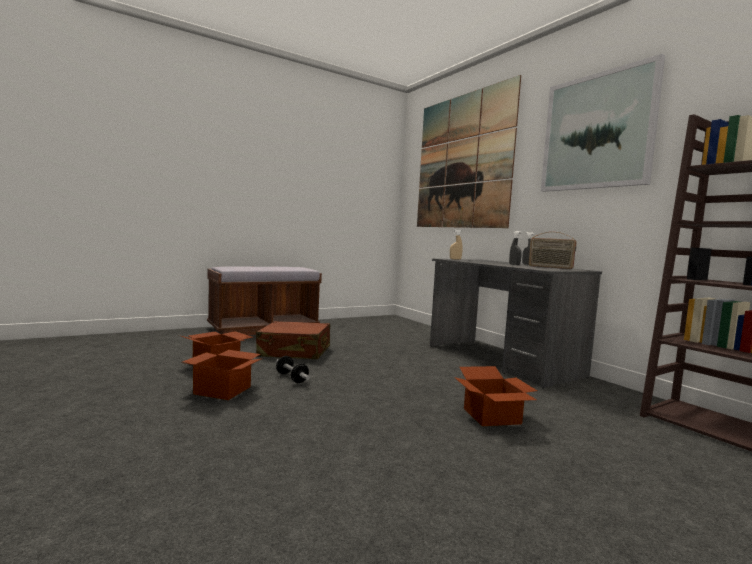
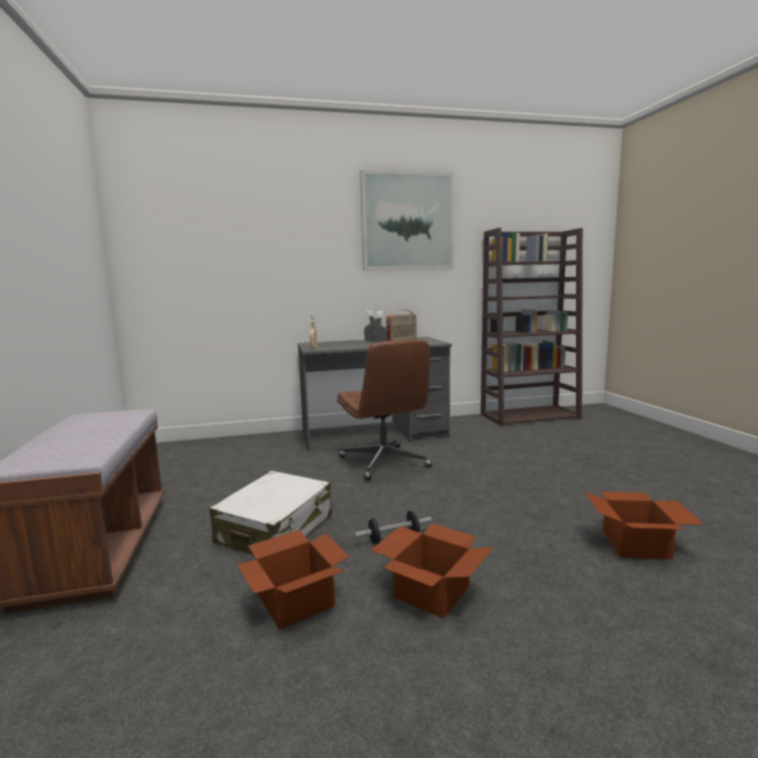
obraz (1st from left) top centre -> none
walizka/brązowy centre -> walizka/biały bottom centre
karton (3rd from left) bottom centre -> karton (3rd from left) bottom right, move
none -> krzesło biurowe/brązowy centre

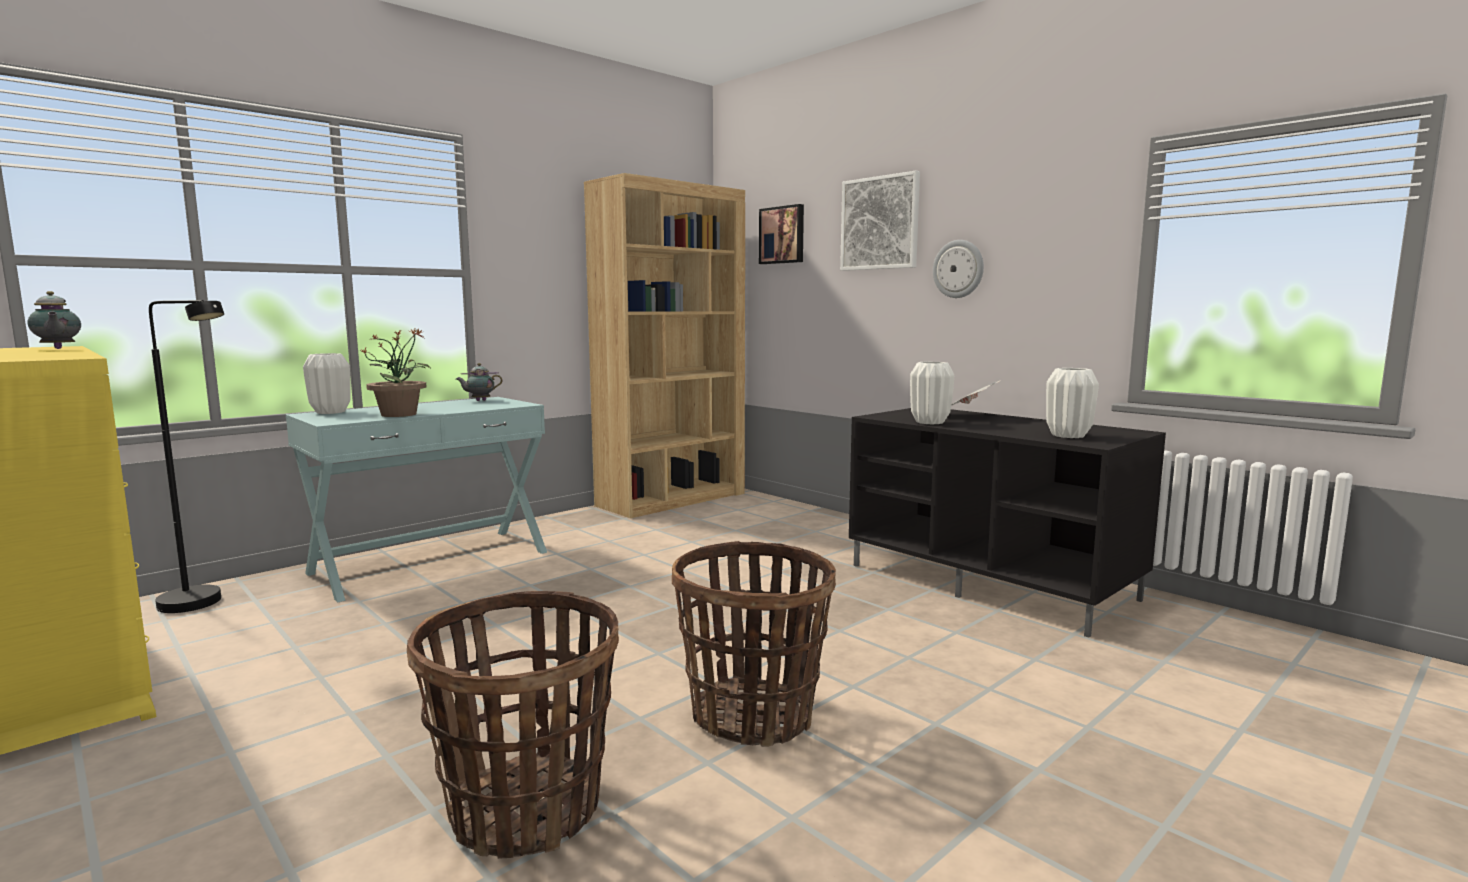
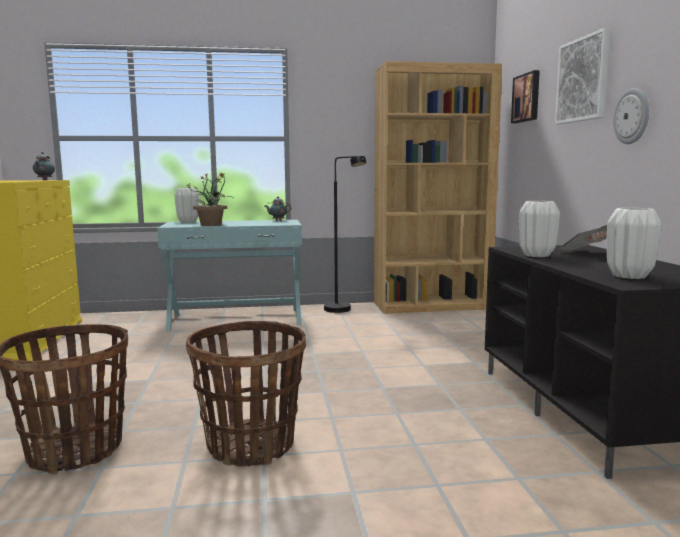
lampa stojąca/czarny middle left -> lampa stojąca/czarny centre, move

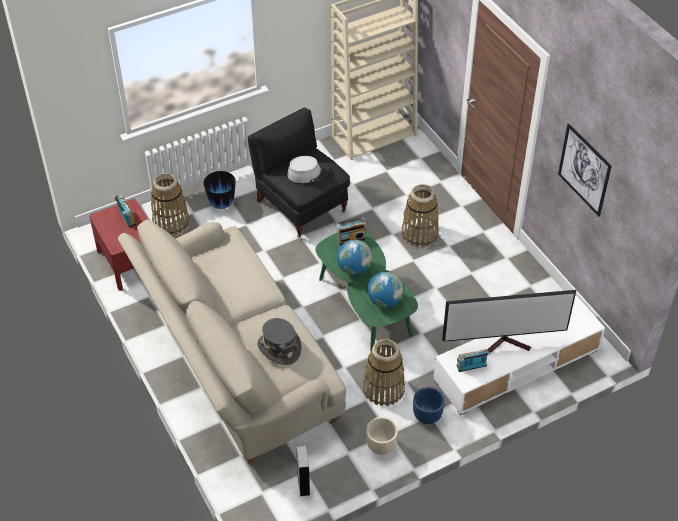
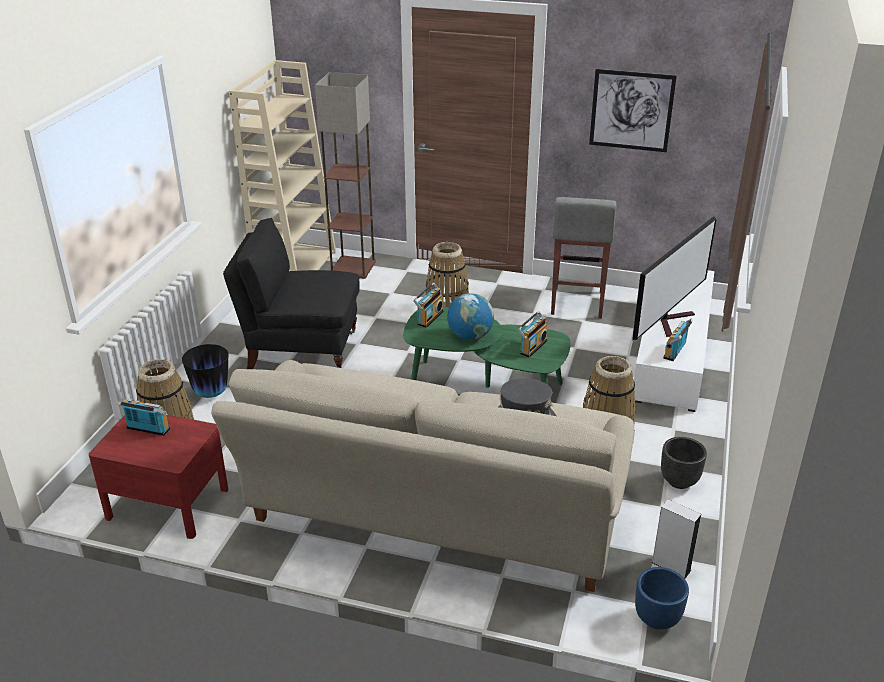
kapelusz/szary (2nd from left) top centre -> none
globus (2nd from left) centre -> radio (3rd from left) centre
donica/niebieski bottom centre -> donica/niebieski bottom right, move
donica/beżowy bottom centre -> donica/czarny bottom right
none -> lampa stojąca top centre
none -> stołek/szary centre

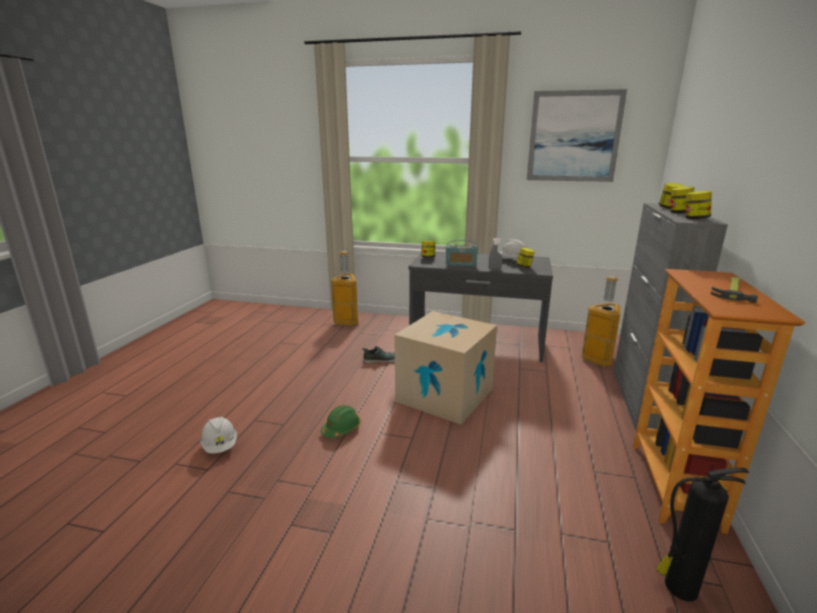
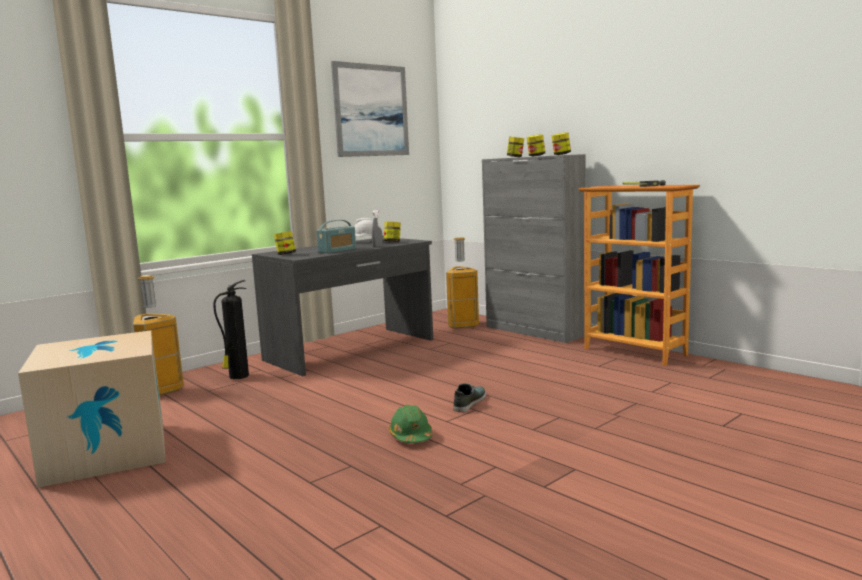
karton centre -> karton bottom left, move
but centre -> but bottom centre, move
kask/biały (1st from left) bottom left -> none
gaśnica bottom right -> gaśnica middle left, move

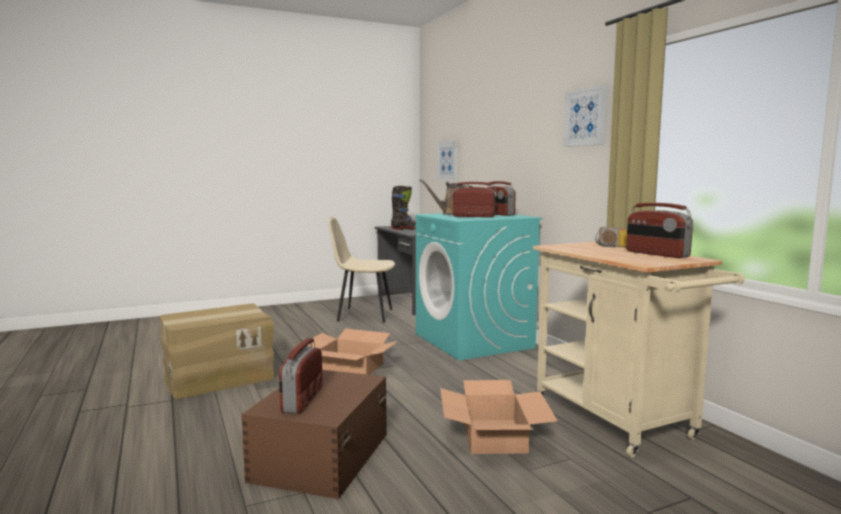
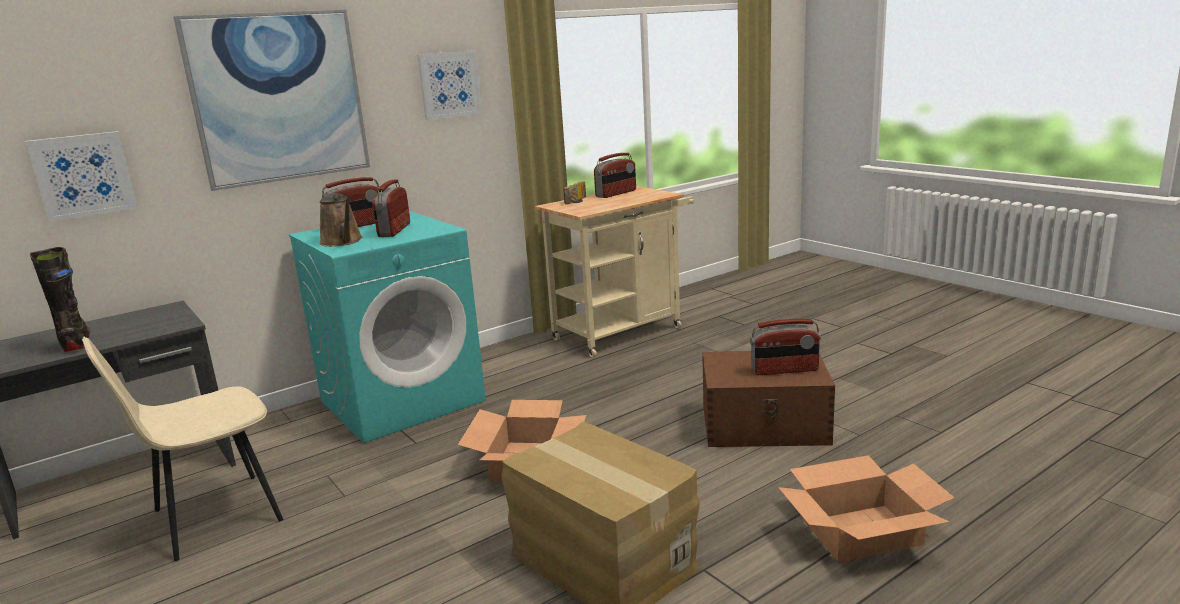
krzesło/beżowy centre -> krzesło/beżowy bottom left, 60 degrees clockwise
karton (3rd from left) bottom centre -> karton (3rd from left) bottom right, move
none -> obraz (2nd from left) top left

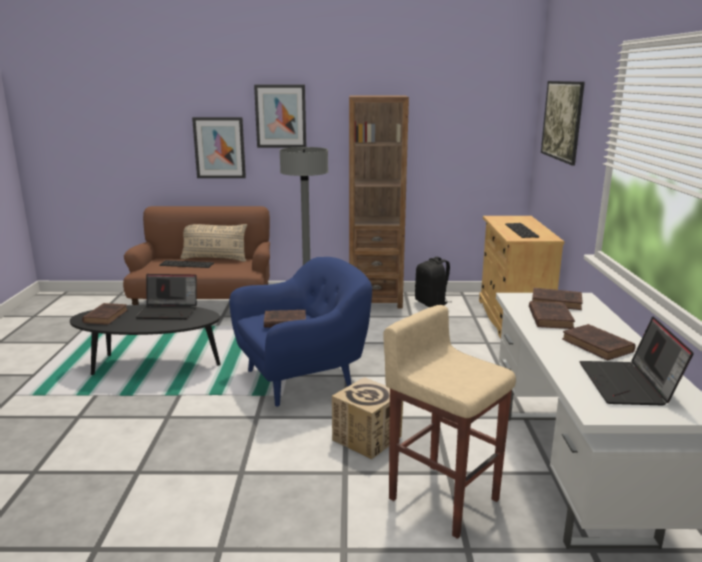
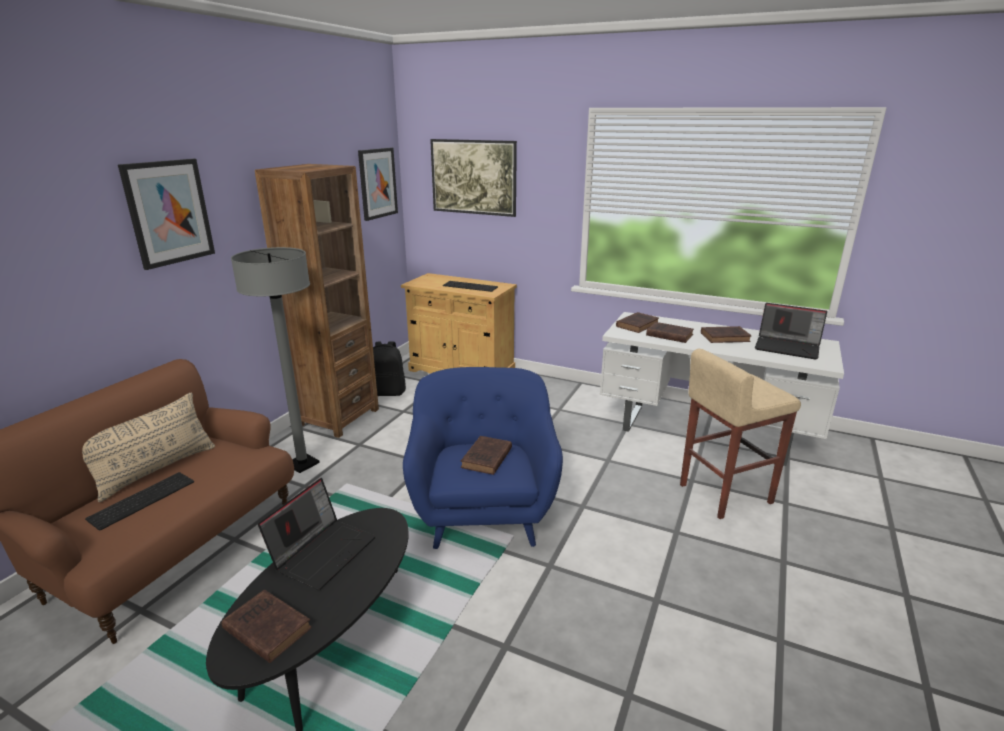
obraz (1st from left in the first image) top left -> obraz (2nd from left) top centre, move
karton bottom centre -> none

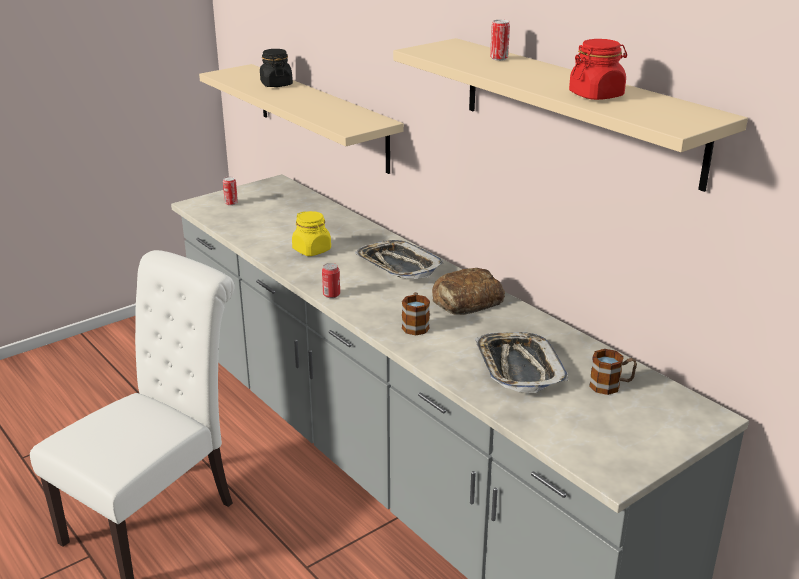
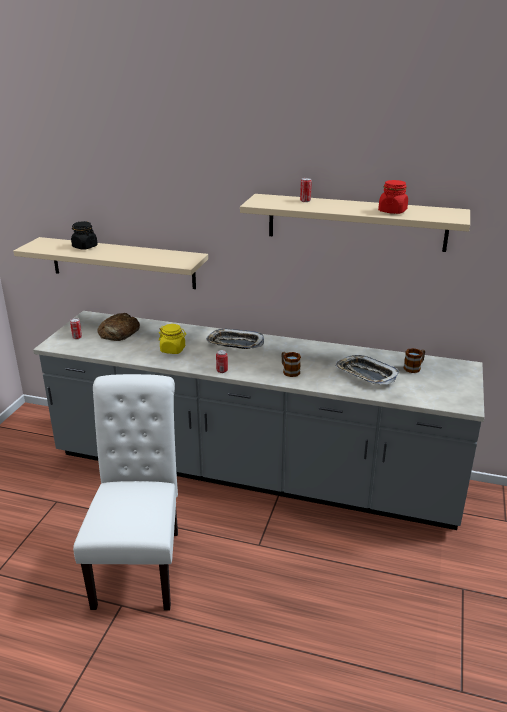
chleb centre -> chleb middle left, move

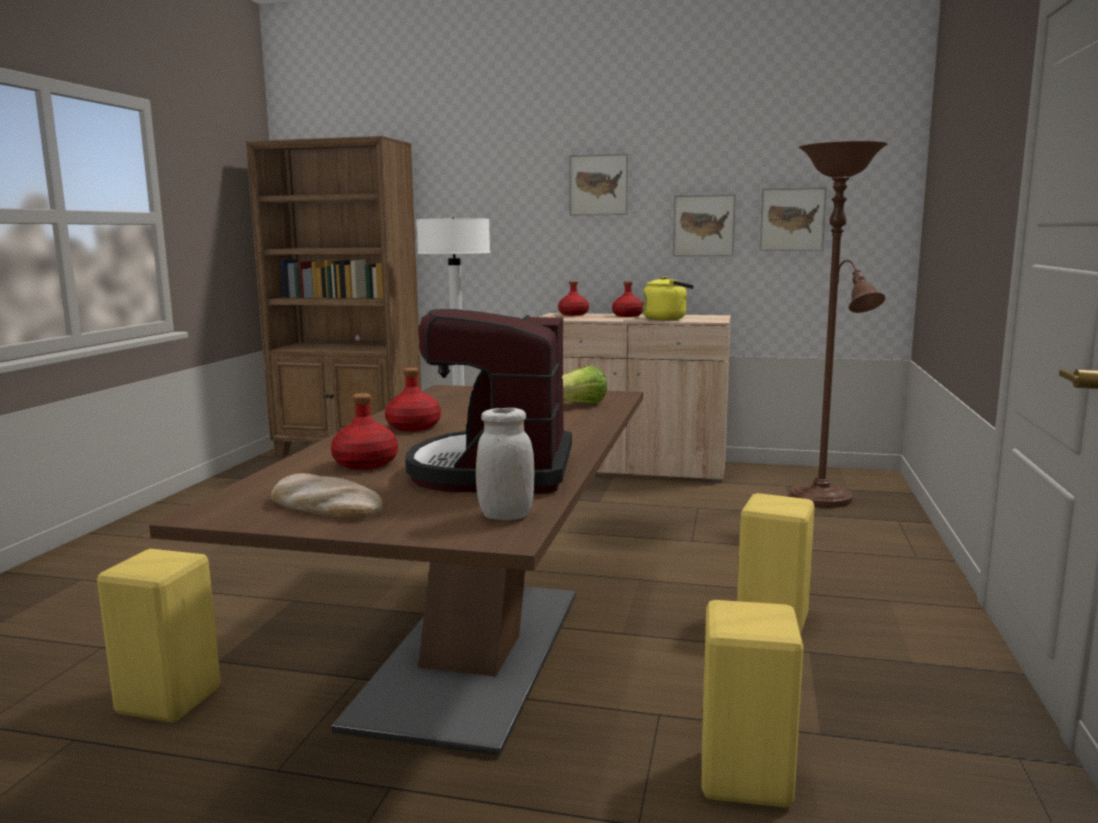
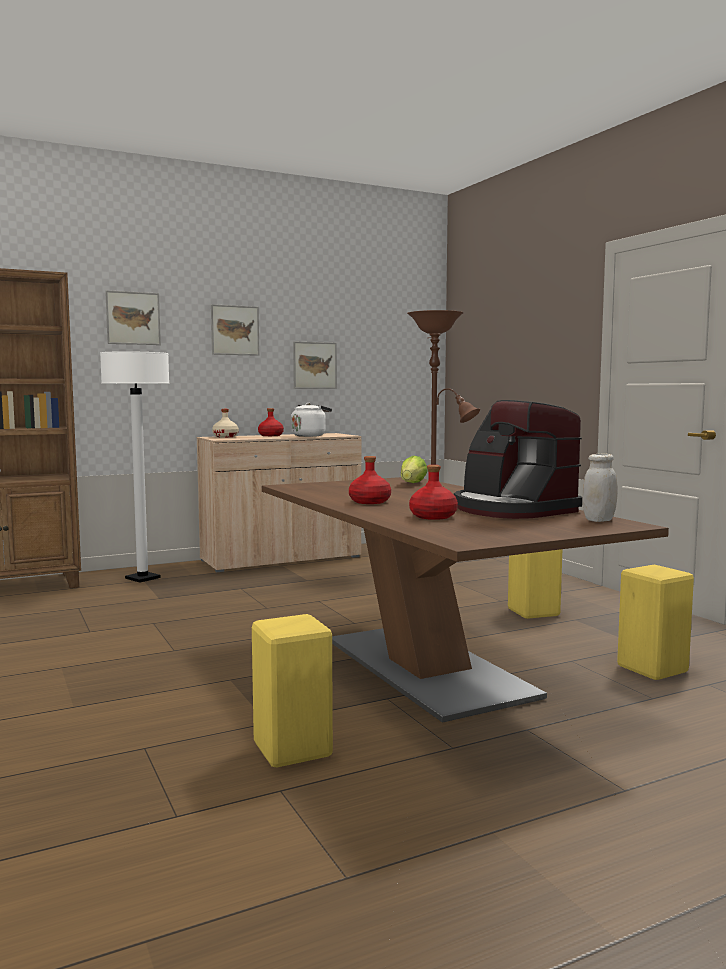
obraz (3rd from left in the first image) top right -> obraz (1st from left) top left, move
czajnik/żółty centre -> czajnik/biały centre
butelka/czerwony (3rd from left) centre -> butelka/beżowy middle left
chleb middle left -> none

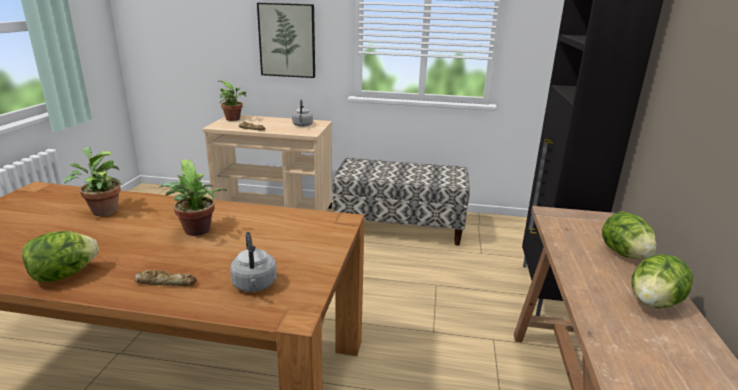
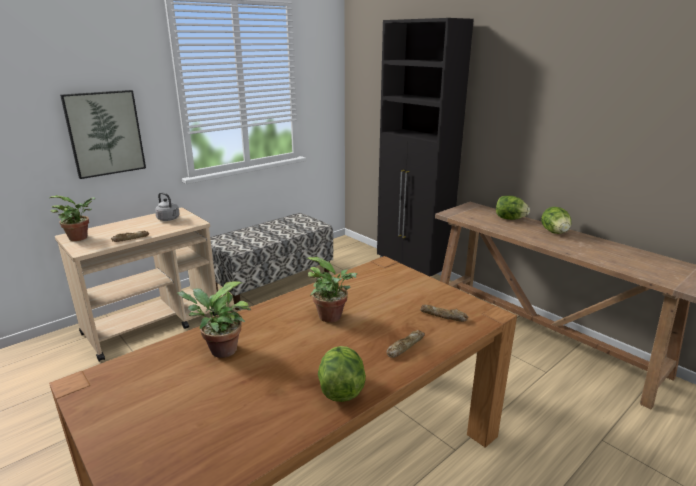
czajnik/szary (1st from left) bottom centre -> chleb (3rd from left) centre

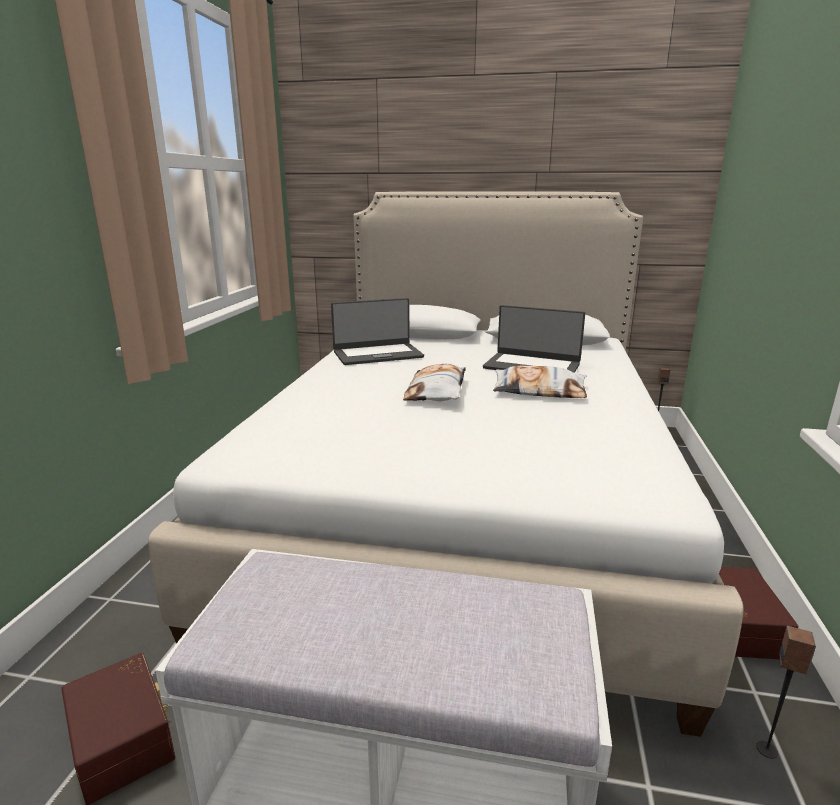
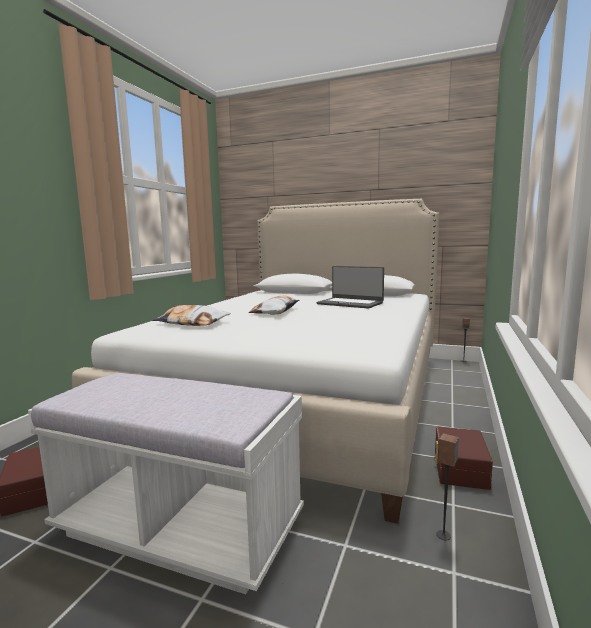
laptop (1st from left) centre -> none
poduszka (2nd from left in the first image) centre -> poduszka (1st from left) middle left, move

